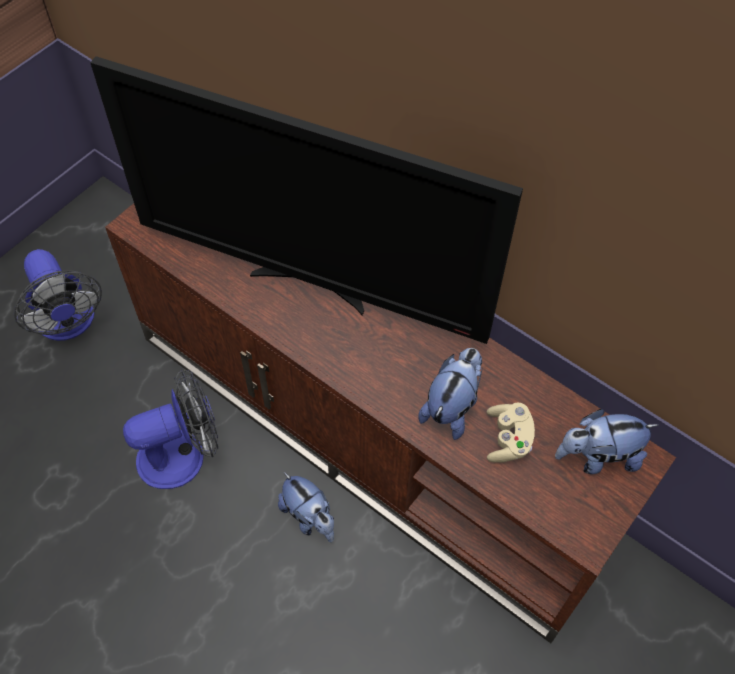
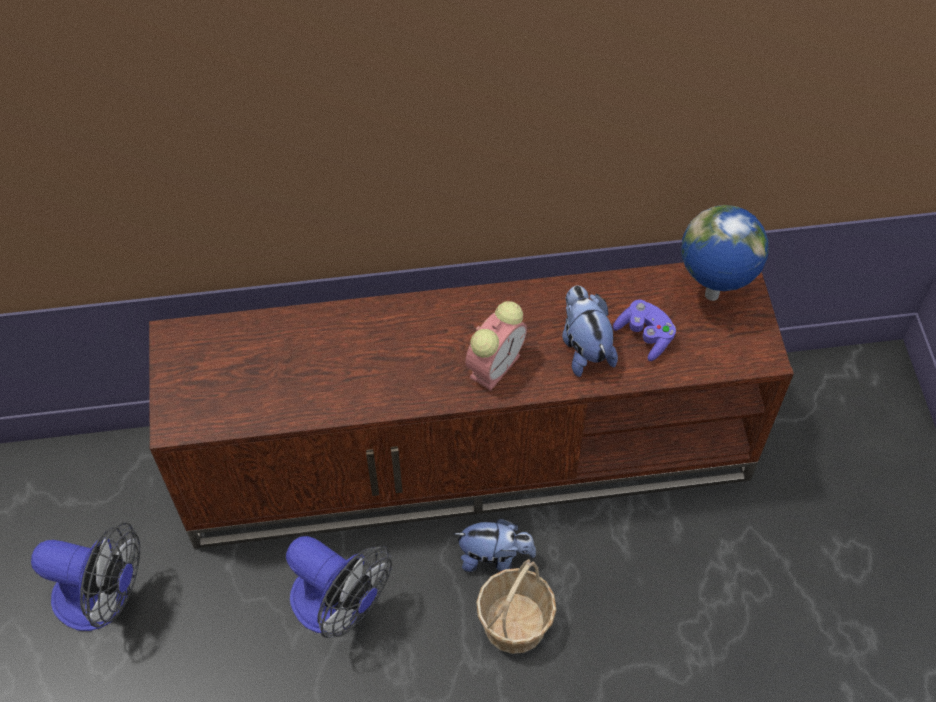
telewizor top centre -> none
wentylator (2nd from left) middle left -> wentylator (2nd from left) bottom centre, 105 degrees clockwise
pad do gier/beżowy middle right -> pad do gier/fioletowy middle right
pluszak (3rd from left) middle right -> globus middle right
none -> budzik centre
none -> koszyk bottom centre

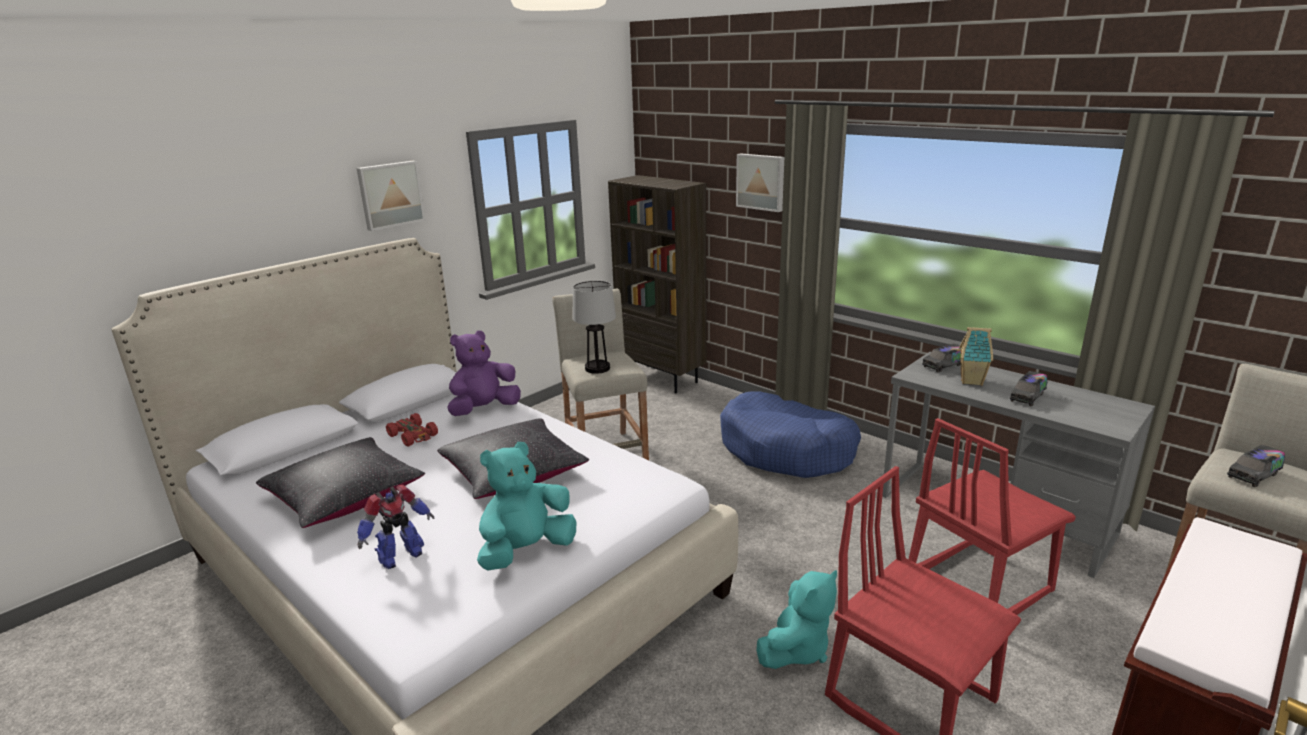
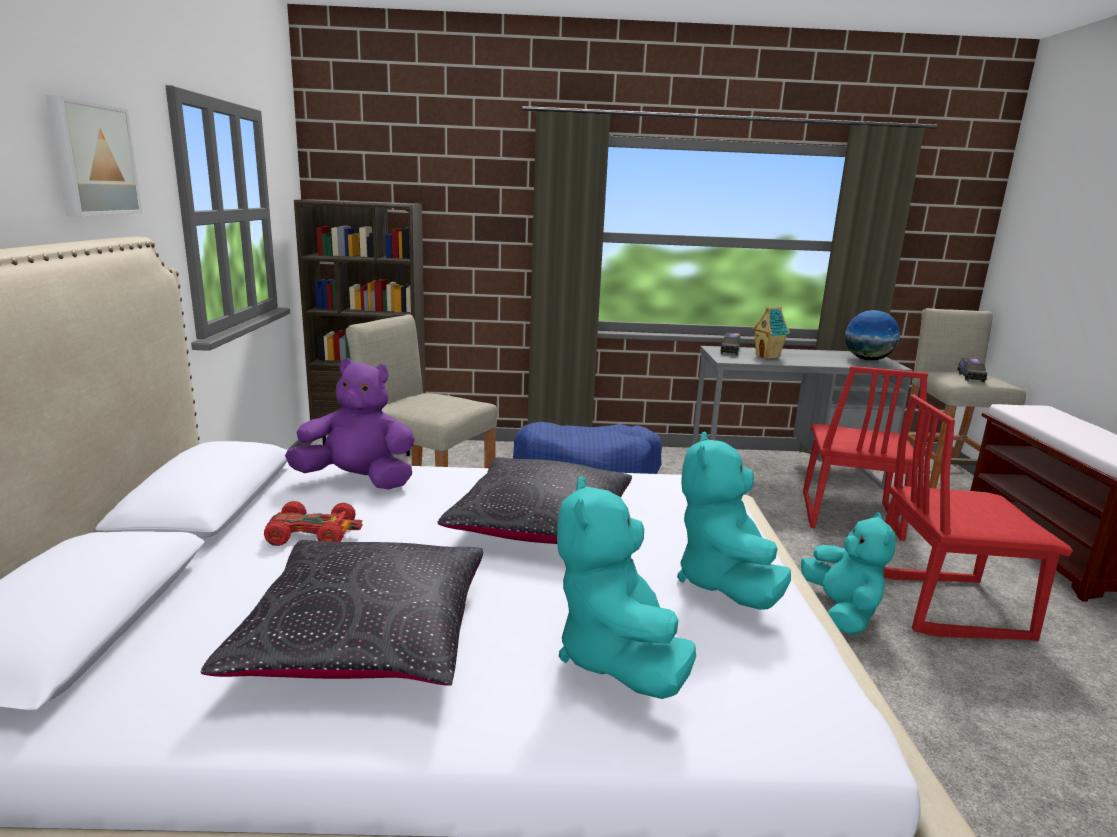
obraz (2nd from left) top centre -> none
lampa stołowa centre -> none
pluszak/fioletowy centre -> pluszak/fioletowy middle left, 90 degrees clockwise
ciężarówka zabawkowa (2nd from left) middle right -> none
robot zabawkowy bottom left -> pluszak/turkusowy (1st from left) bottom centre
none -> globus middle right

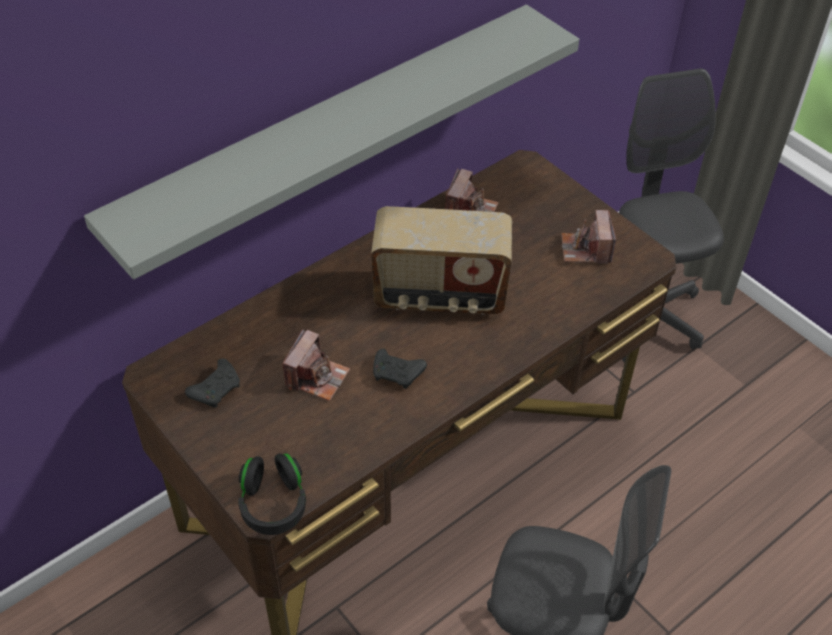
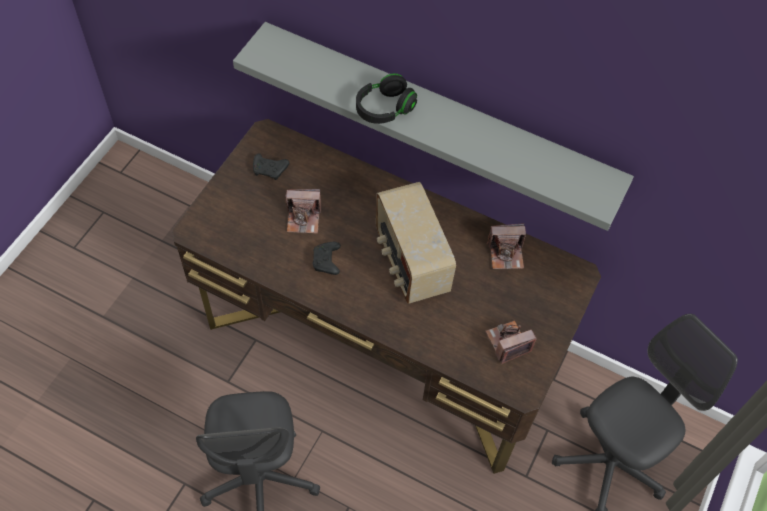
słuchawki/czarny bottom left -> słuchawki/czarny top centre, move

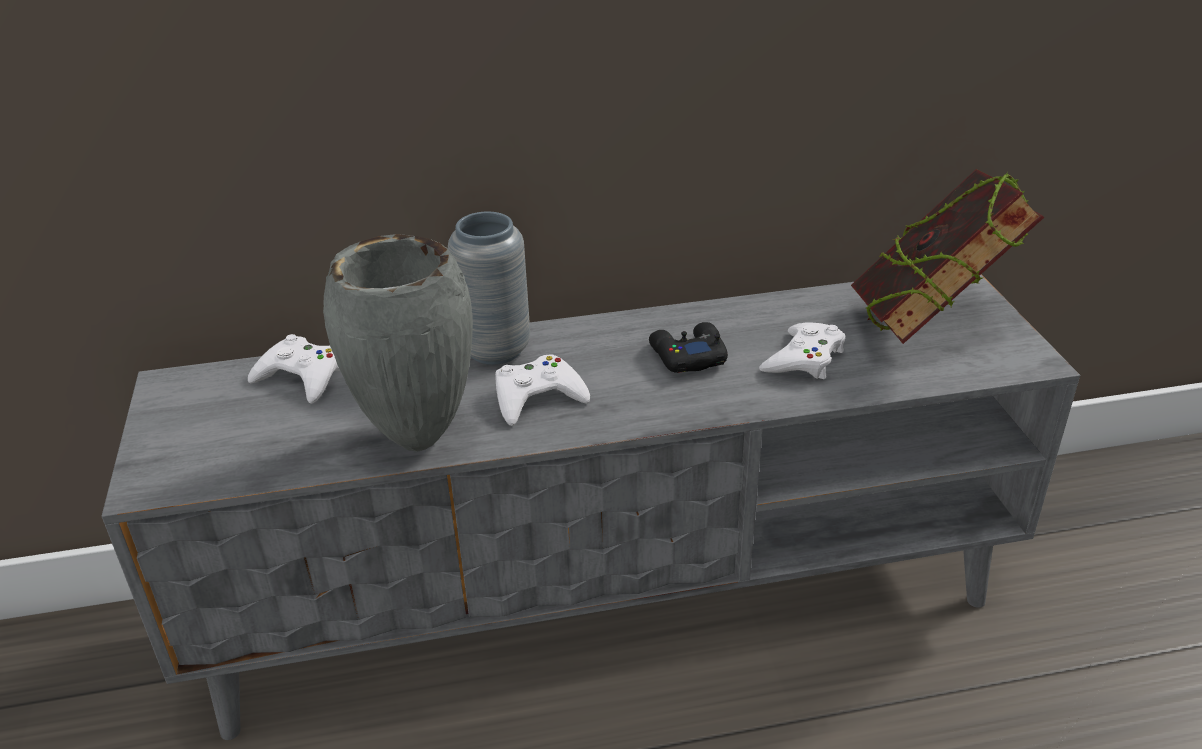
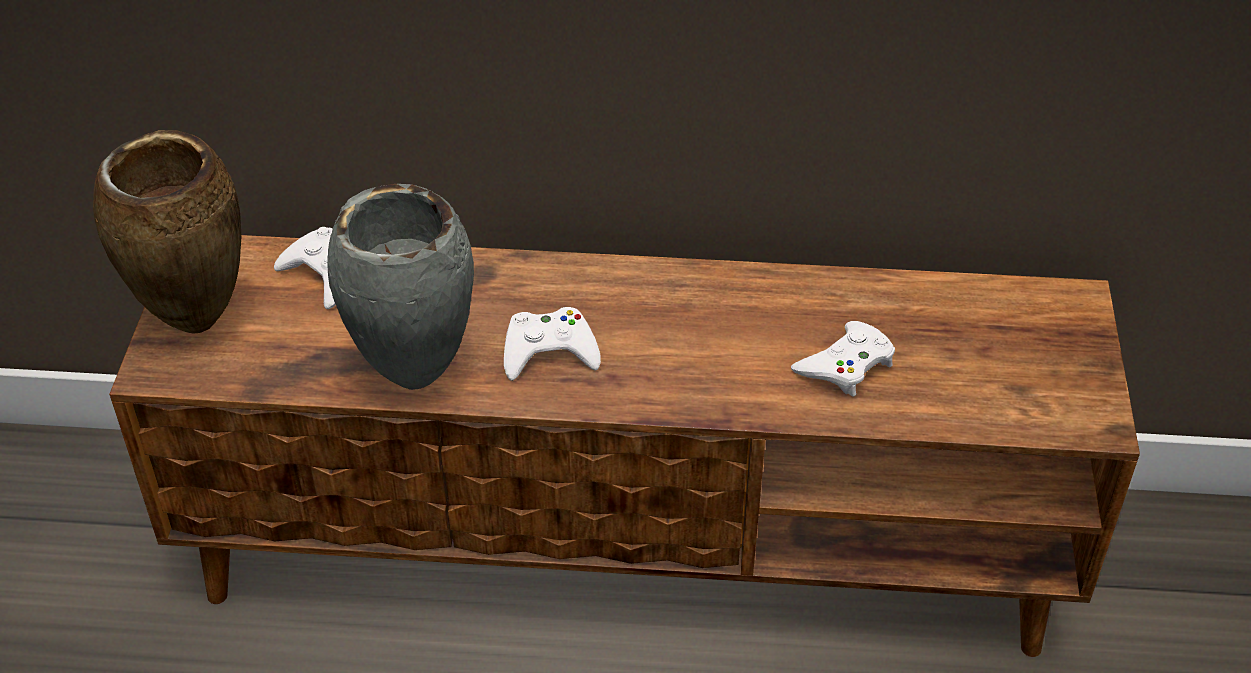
książka middle right -> none
wazon/szary (2nd from left) centre -> none
szafka pod telewizor/szary bottom centre -> szafka pod telewizor/brązowy centre
pad do gier/czarny centre -> none
none -> wazon/brązowy middle left

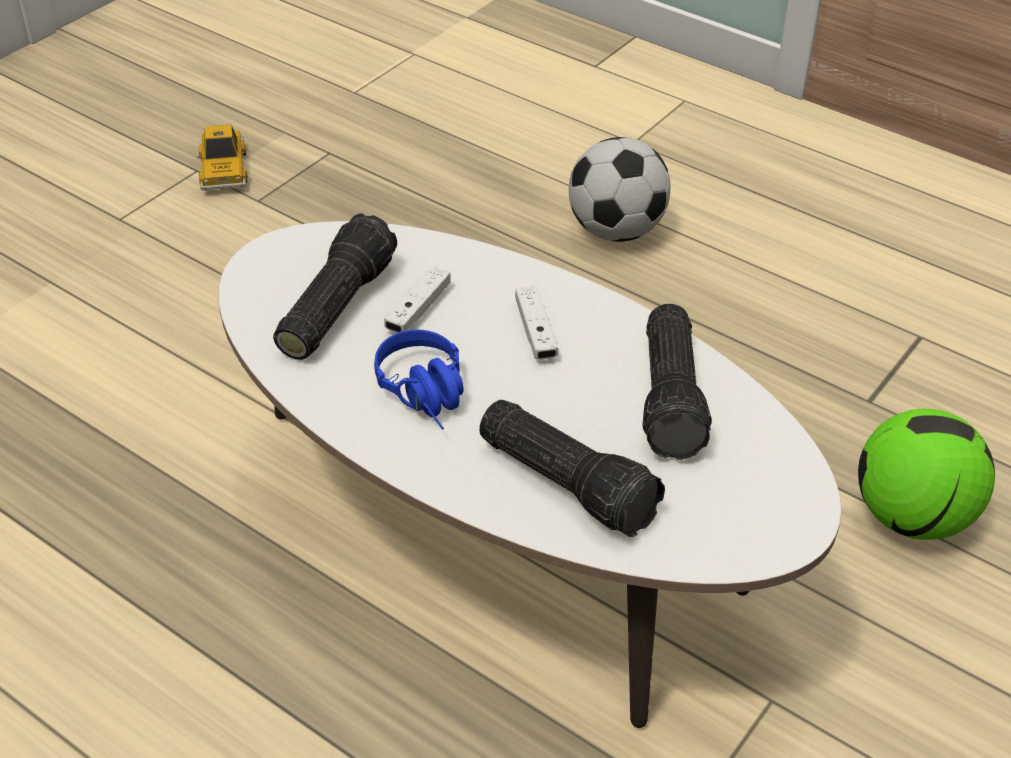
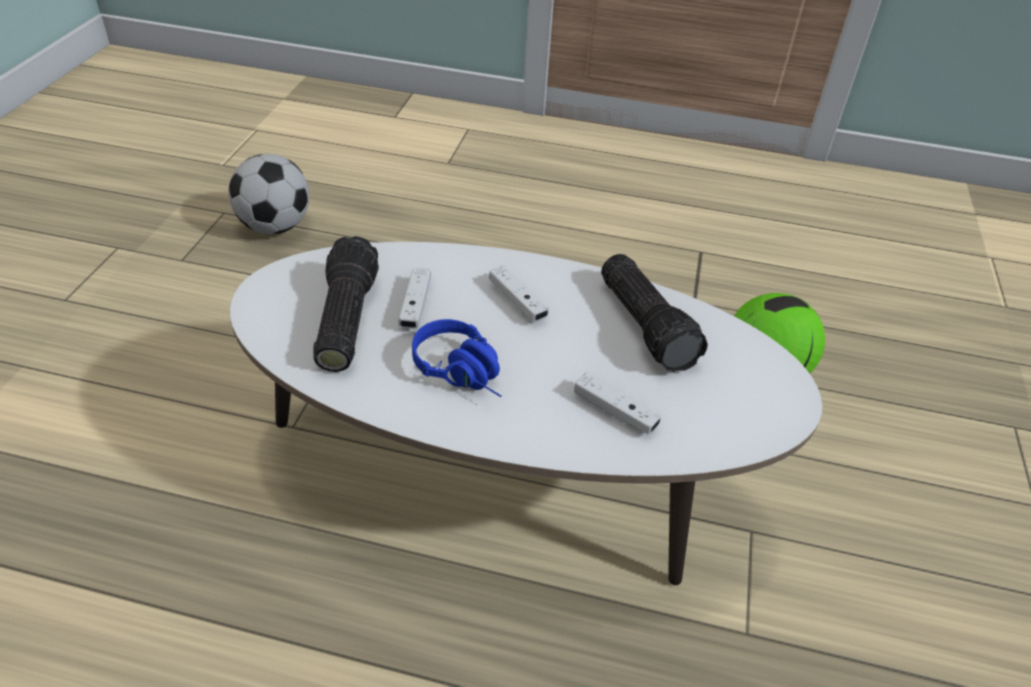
samochodzik top left -> none
piłka futbolowa (1st from left) top centre -> piłka futbolowa (1st from left) top left, move
latarka (2nd from left) centre -> pad do gier/biały (3rd from left) centre

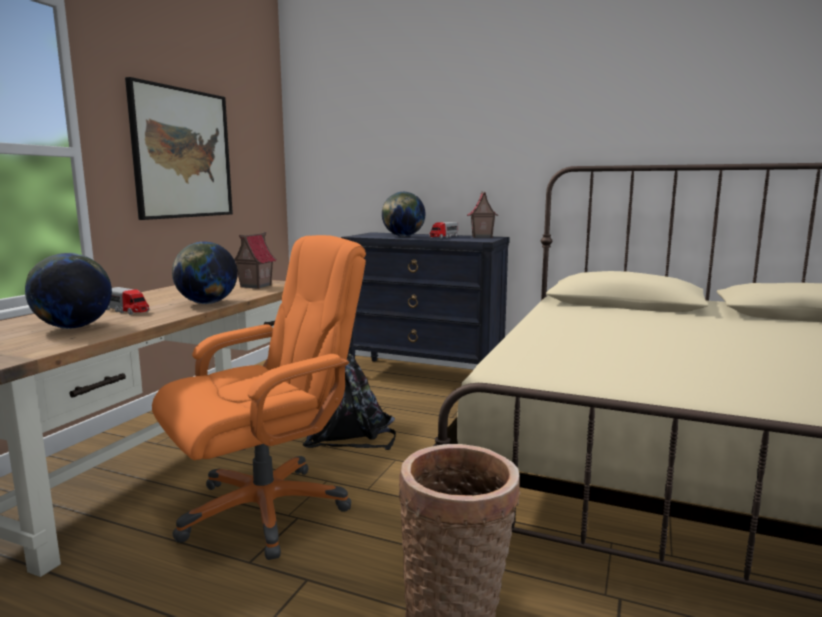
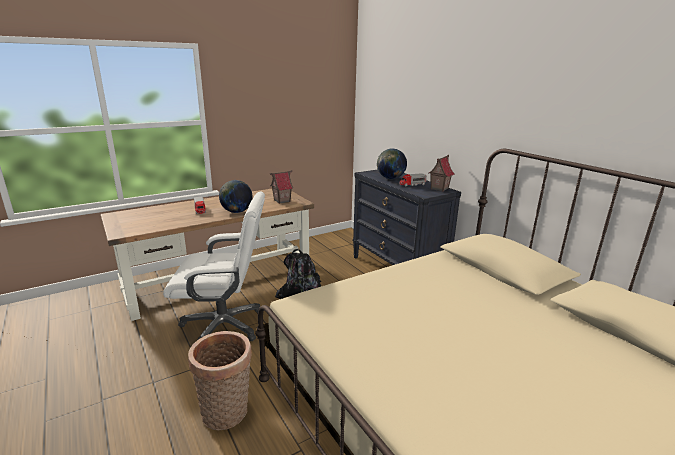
obraz top left -> none
krzesło biurowe/pomarańczowy middle left -> krzesło biurowe/biały middle left
globus (1st from left) middle left -> none

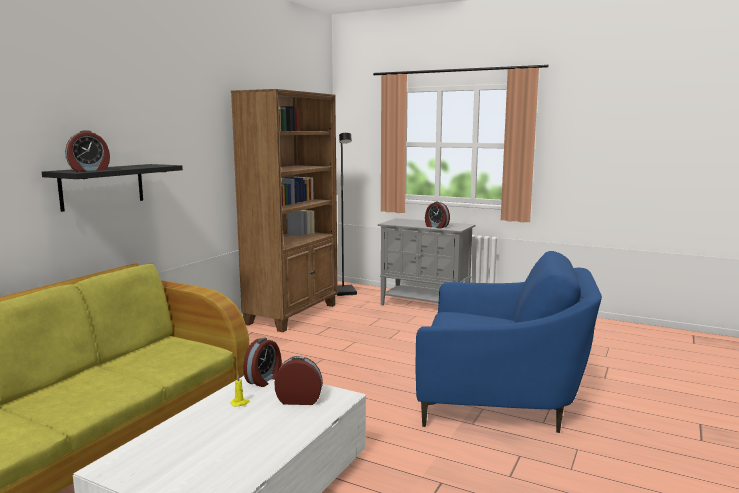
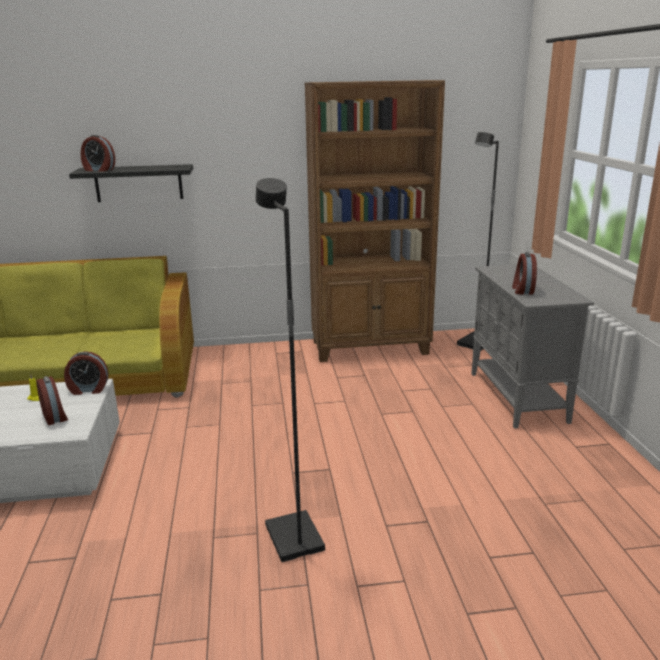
fotel/niebieski bottom right -> lampa stojąca/czarny (1st from left) centre

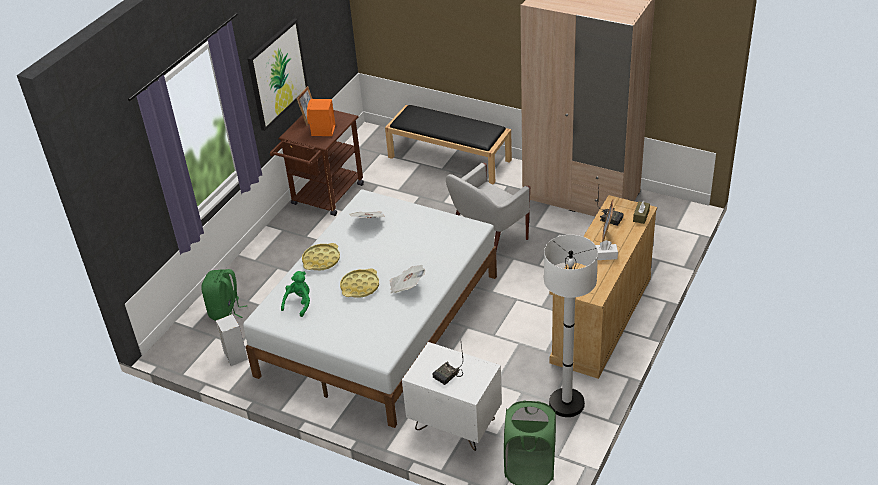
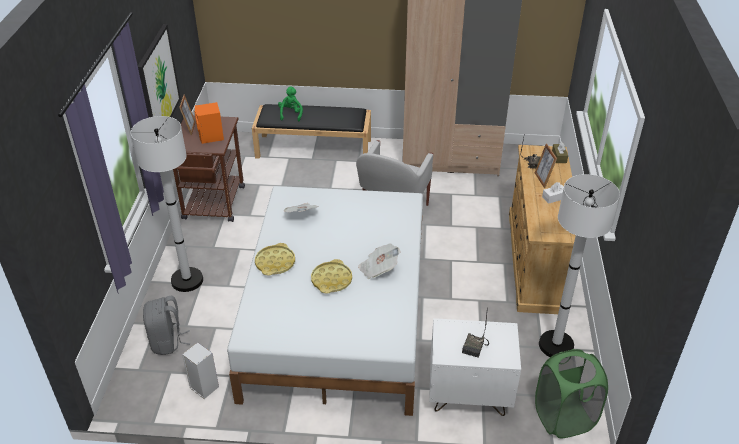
plecak/zielony middle left -> plecak/szary bottom left
pluszak/zielony centre -> pluszak/zielony top centre, move
none -> lampa stojąca/biały (1st from left) middle left

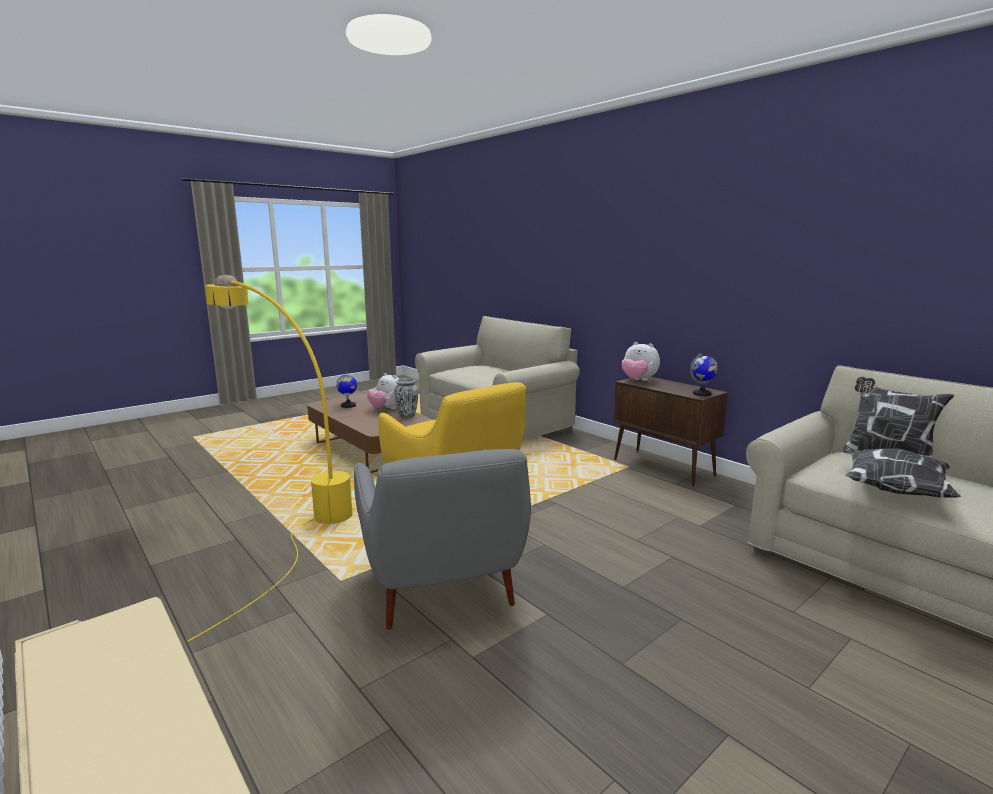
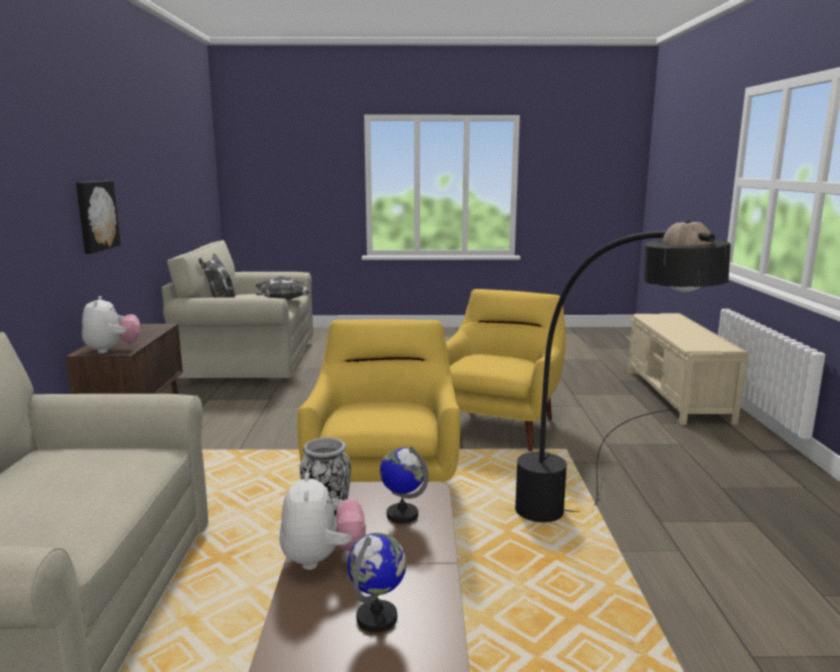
lampa stojąca/żółty middle left -> lampa stojąca/czarny middle right
globus (2nd from left) middle right -> globus (2nd from left) bottom centre, move
fotel/szary bottom centre -> fotel/żółty (2nd from left) centre
none -> obraz top left

